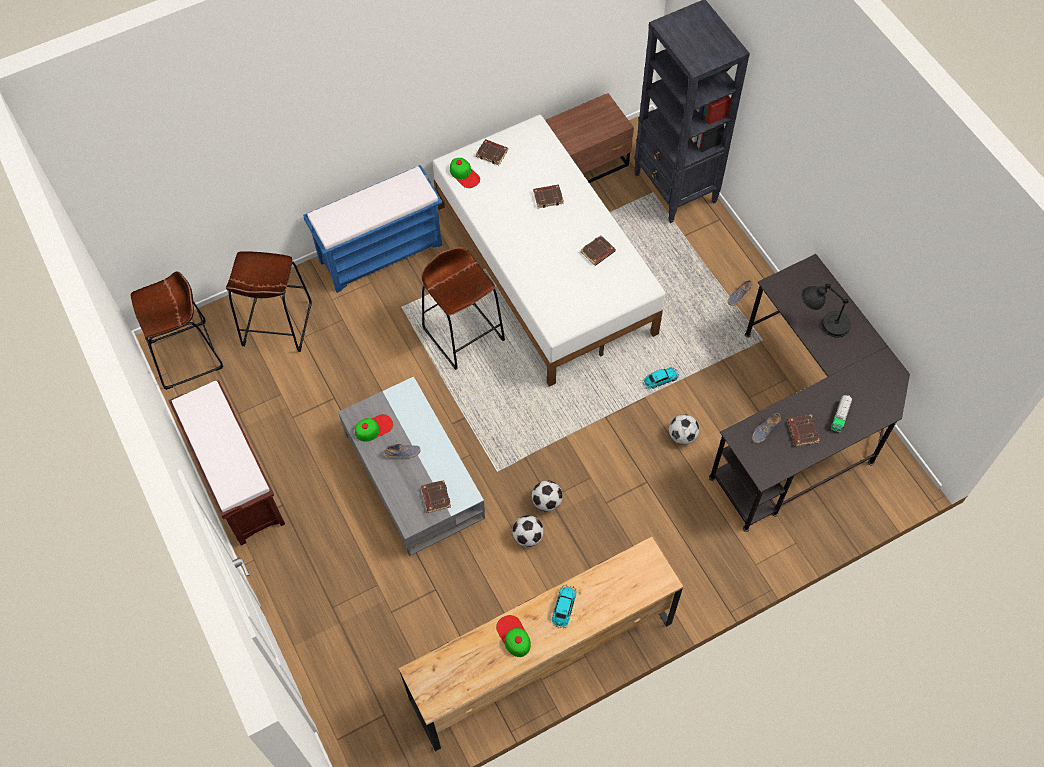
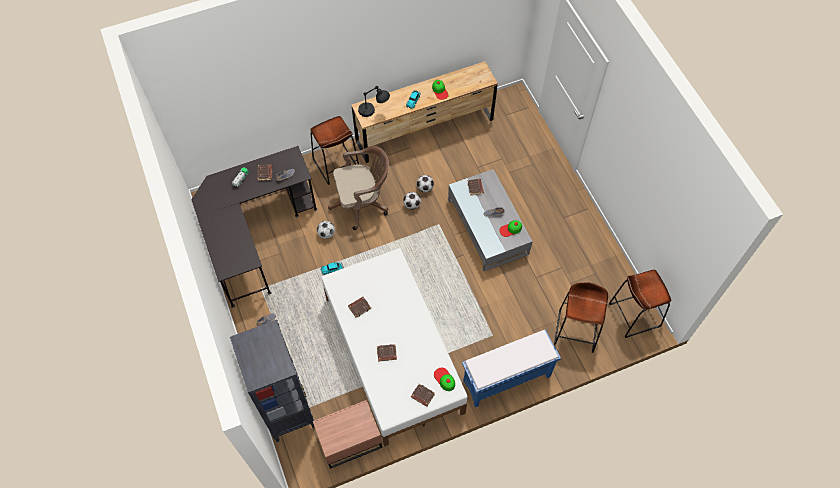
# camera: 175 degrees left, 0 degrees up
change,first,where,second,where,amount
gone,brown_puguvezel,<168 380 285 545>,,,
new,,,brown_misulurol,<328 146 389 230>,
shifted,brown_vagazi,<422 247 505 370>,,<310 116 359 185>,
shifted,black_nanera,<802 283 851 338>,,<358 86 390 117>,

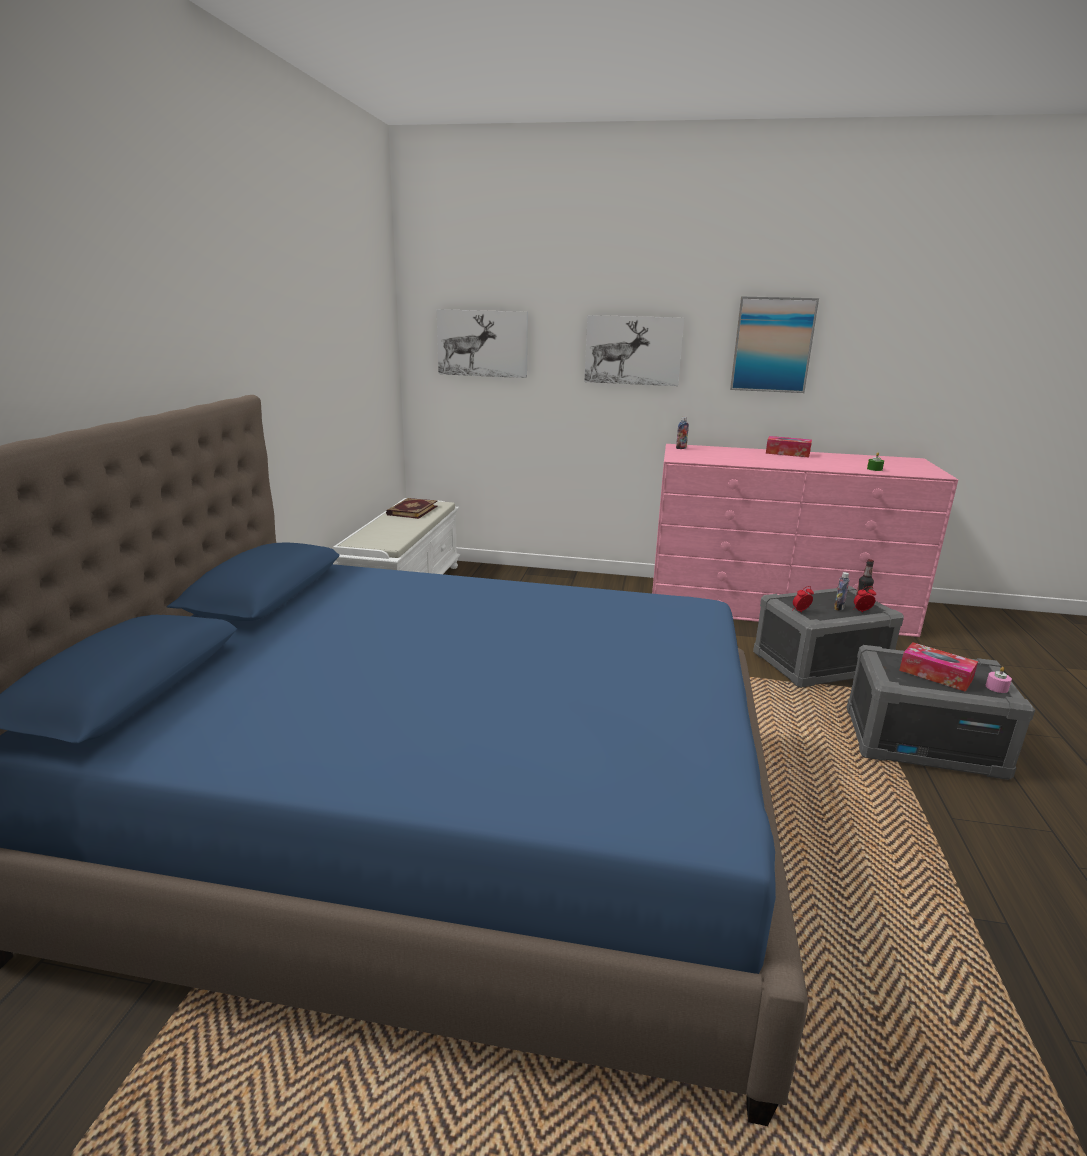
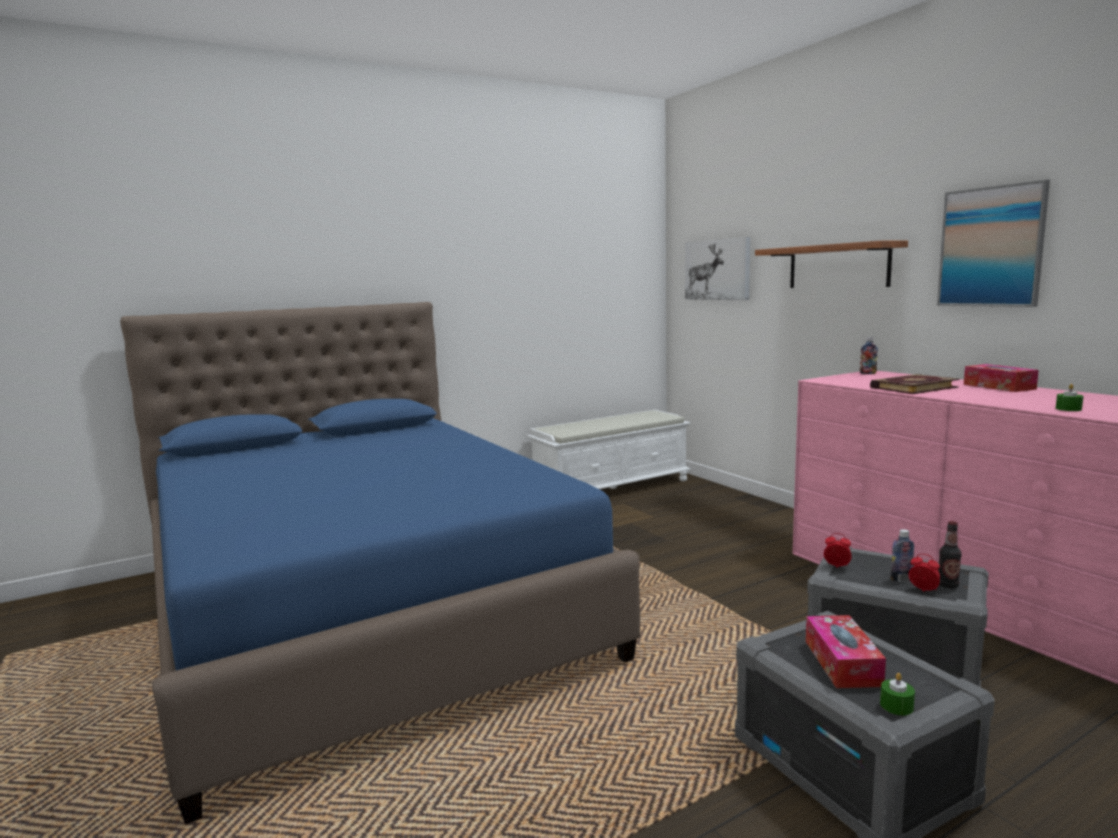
# camera: 50 degrees right, 10 degrees down
change,first,where,second,where,amount
shifted,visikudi,<386 498 438 519>,,<870 374 959 394>,
swapped,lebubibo,<584 315 684 386>,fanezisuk,<755 241 908 288>,
repainted,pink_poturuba,<985 667 1012 693>,green_poturuba,<880 673 915 715>,

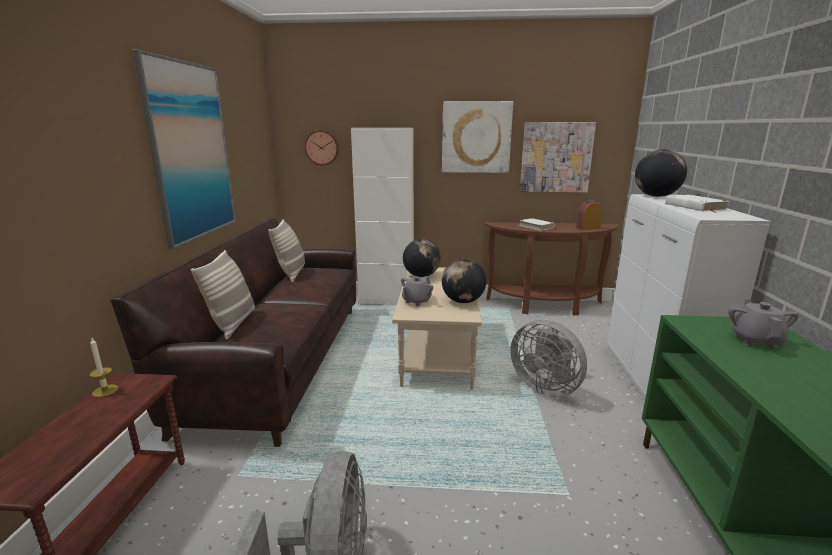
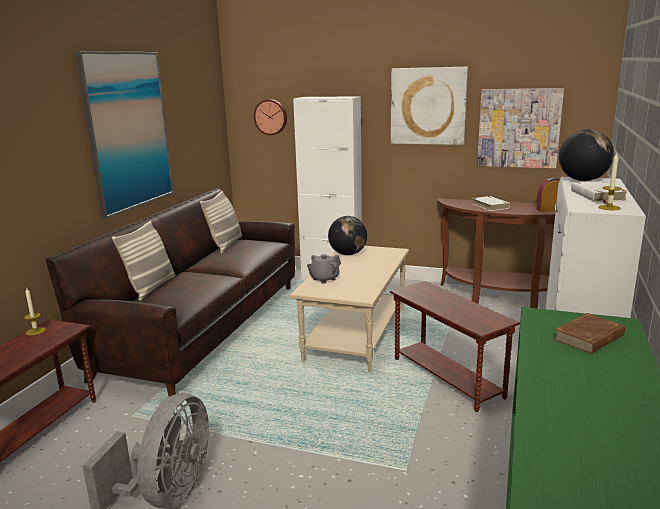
# camera: 15 degrees right, 0 degrees up
change,first,where,second,where,amount
gone,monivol,<442 259 486 303>,,,
new,,,poturuba,<598 153 622 210>,
swapped,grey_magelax,<511 320 587 397>,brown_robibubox,<389 281 520 412>,
swapped,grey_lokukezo,<728 299 799 348>,brown_visikudi,<553 313 625 354>,

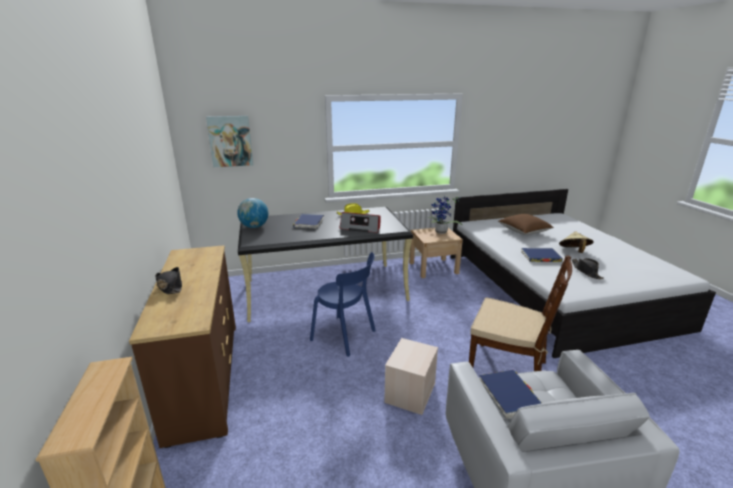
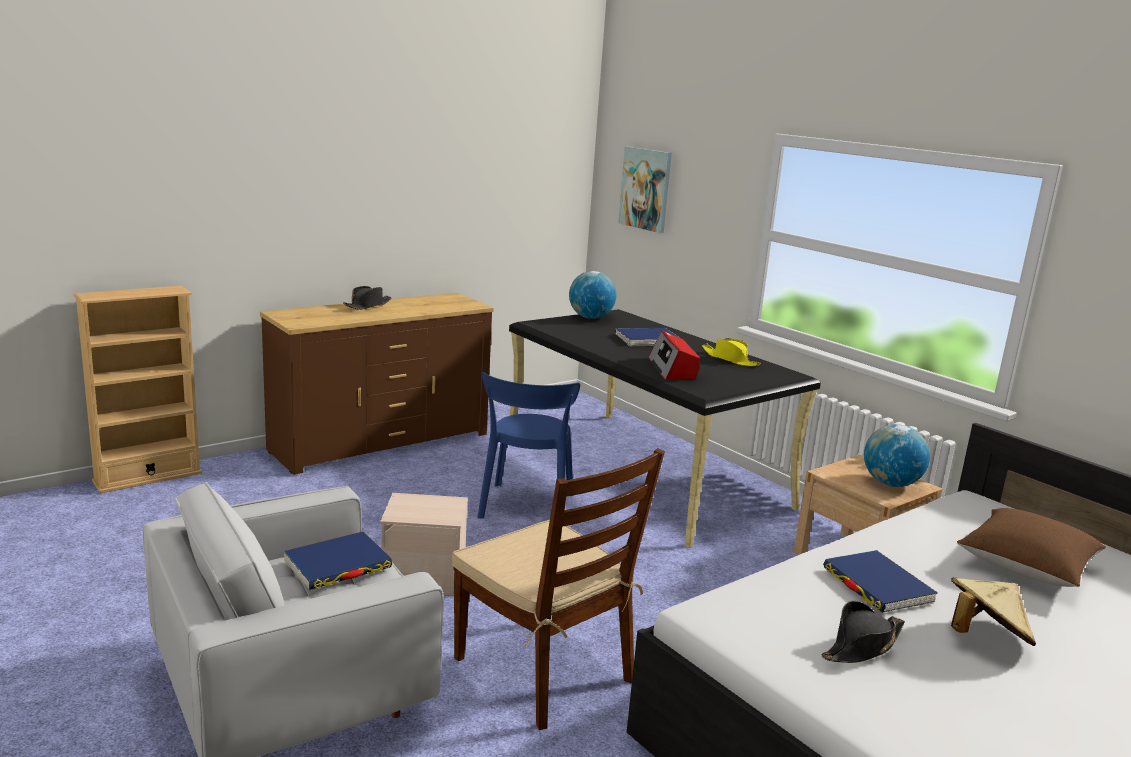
# camera: 65 degrees right, 5 degrees down
change,first,where,second,where,amount
swapped,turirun,<428 197 463 234>,monivol,<864 424 930 487>,
rotated,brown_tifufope,<469 255 572 371>,,<452 448 665 730>,45 degrees counterclockwise

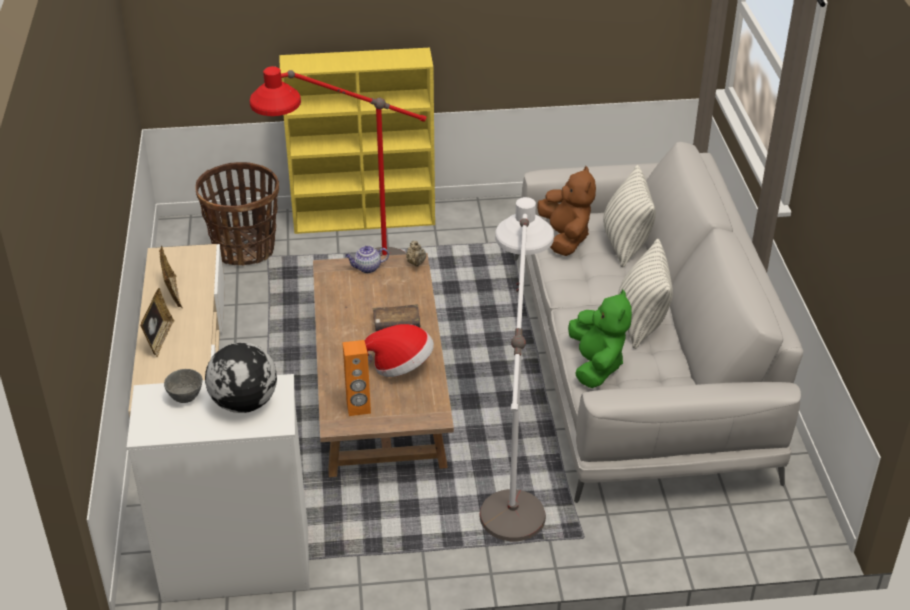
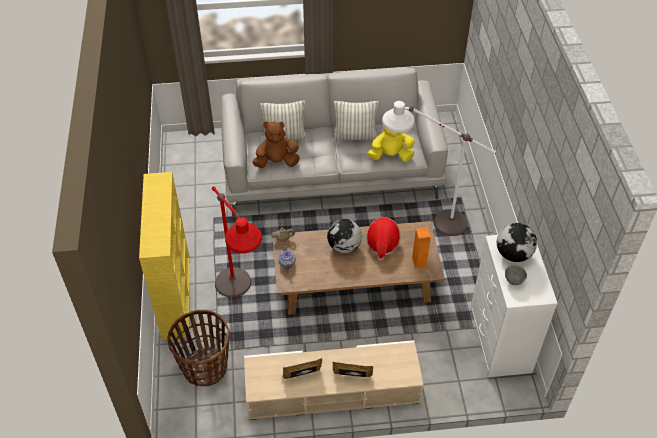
# camera: 90 degrees left, 10 degrees up
change,first,where,second,where,amount
swapped,brown_visikudi,<373 304 421 331>,monivol,<327 219 362 253>,
repainted,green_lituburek,<568 290 632 388>,yellow_lituburek,<367 117 415 162>,

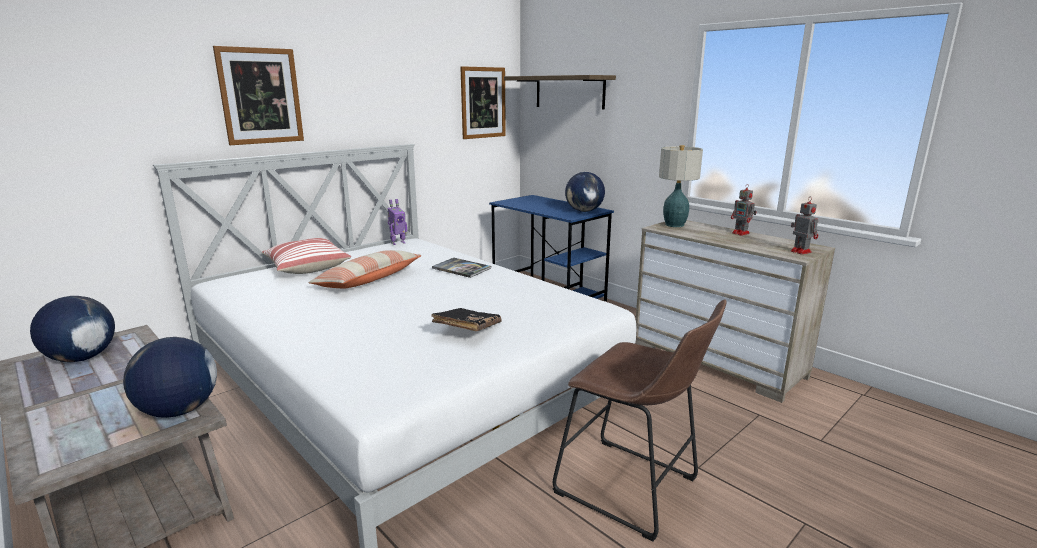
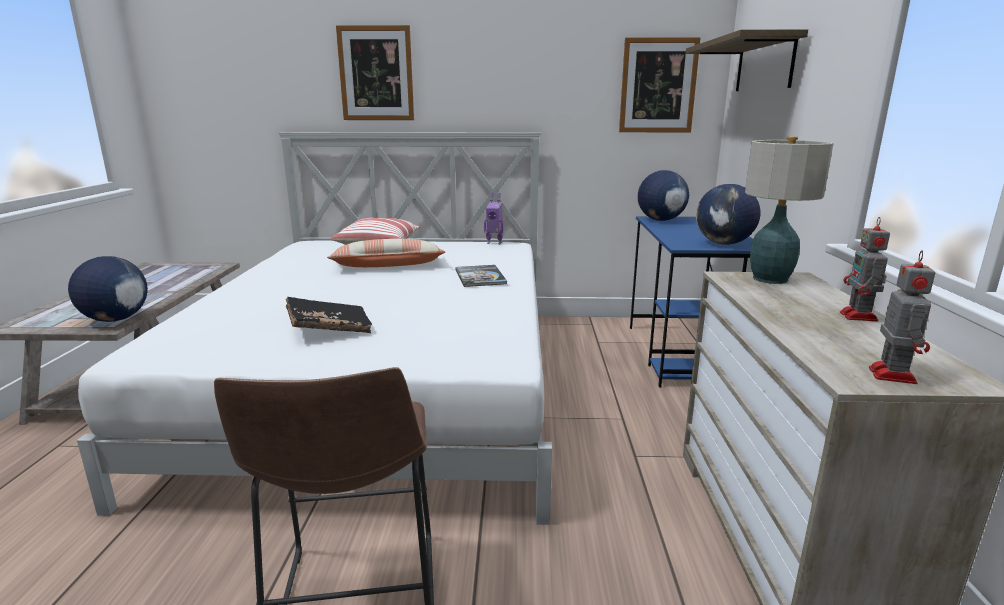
# camera: 45 degrees right, 0 degrees up
change,first,where,second,where,amount
shifted,monivol,<30 296 115 362>,,<638 170 689 221>,

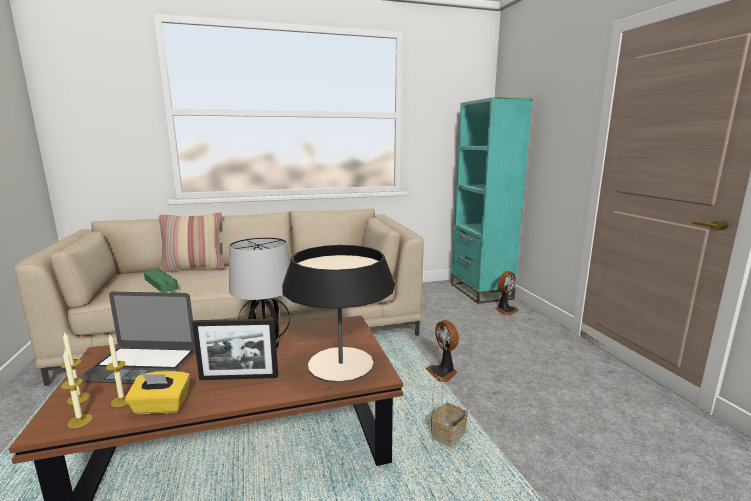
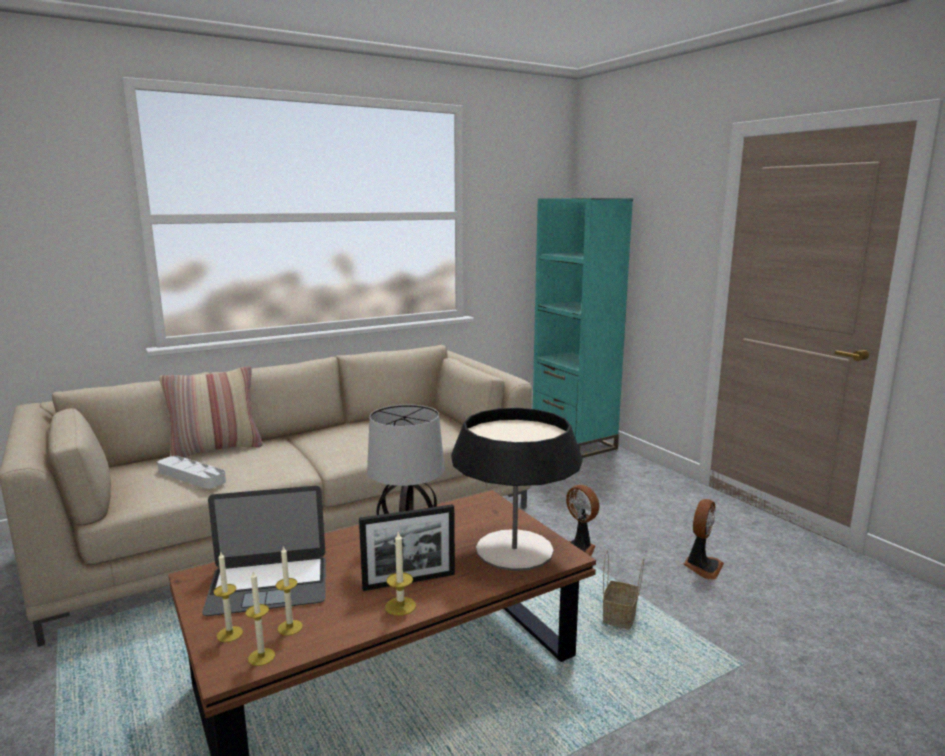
# camera: 15 degrees left, 0 degrees up
change,first,where,second,where,amount
gone,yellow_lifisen,<125 371 190 414>,,,
new,,,poturuba,<385 532 416 616>,
shifted,magelax,<495 271 519 316>,,<683 499 724 580>,
repainted,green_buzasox,<144 269 178 292>,grey_buzasox,<158 456 226 489>,

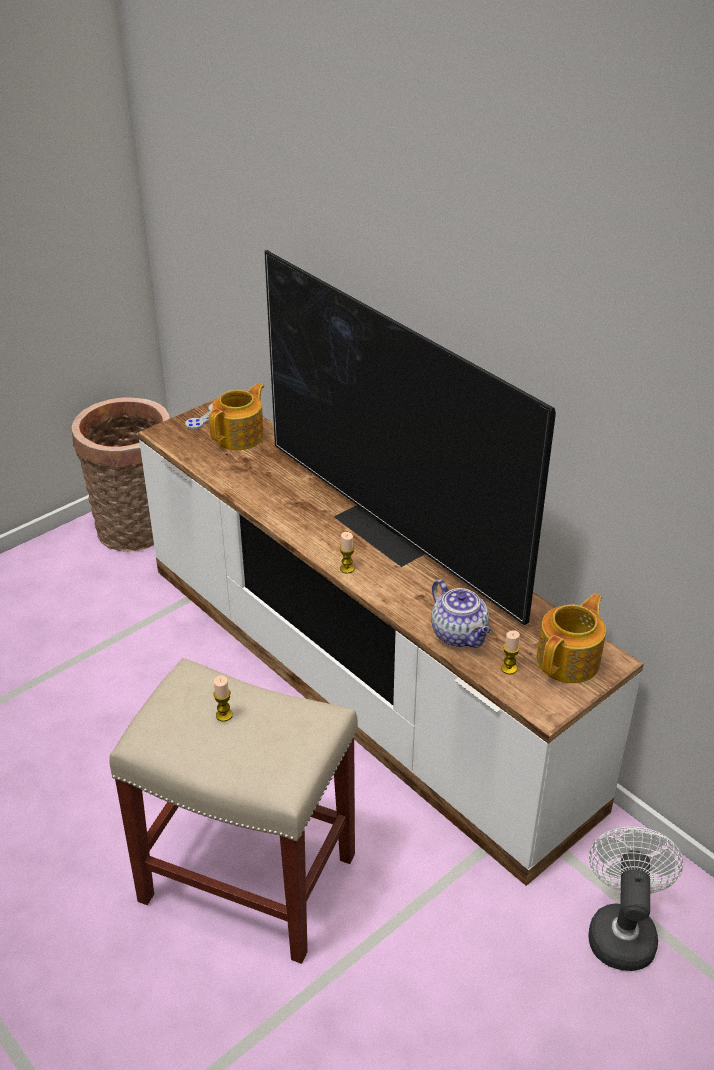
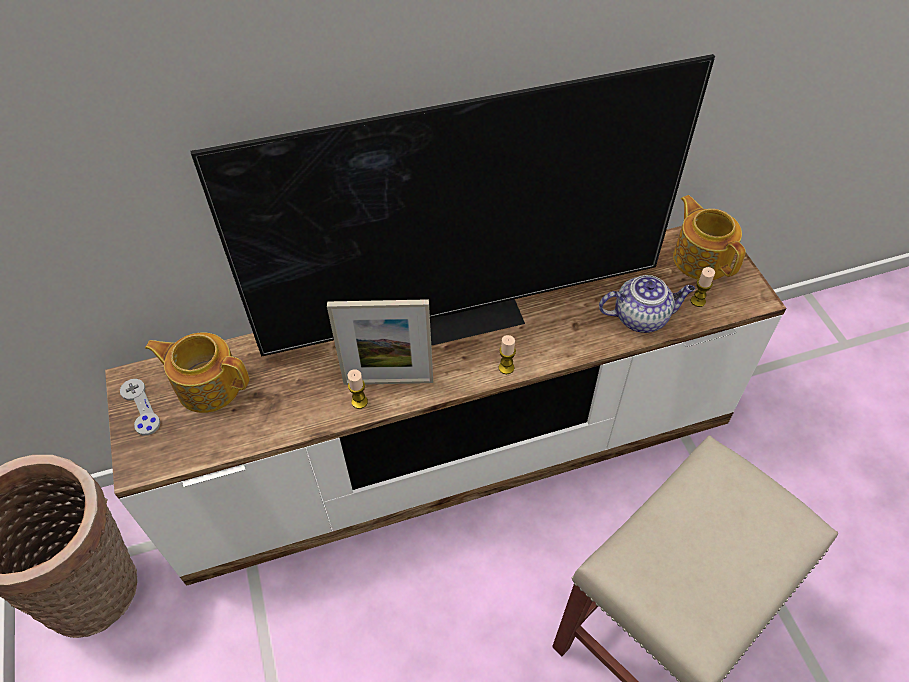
# camera: 65 degrees left, 15 degrees up
change,first,where,second,where,amount
gone,white_magelax,<588 827 683 971>,,,
new,,,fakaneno,<327 299 433 385>,
shifted,poturuba,<213 675 233 722>,,<348 369 368 409>,
rotated,lokukezo,<209 383 264 450>,,<145 332 249 413>,45 degrees counterclockwise

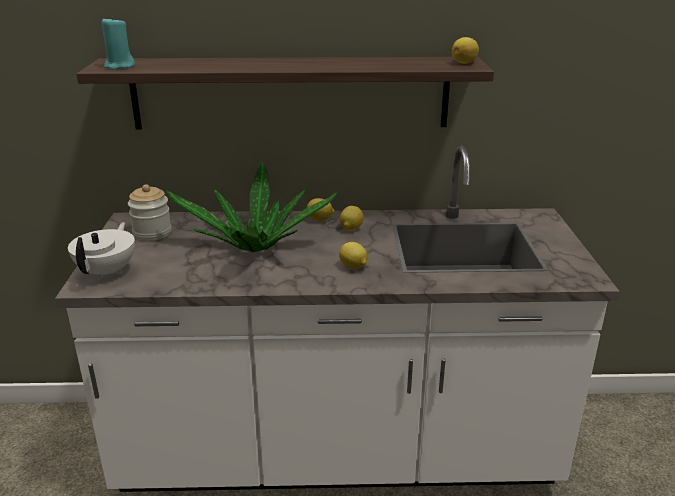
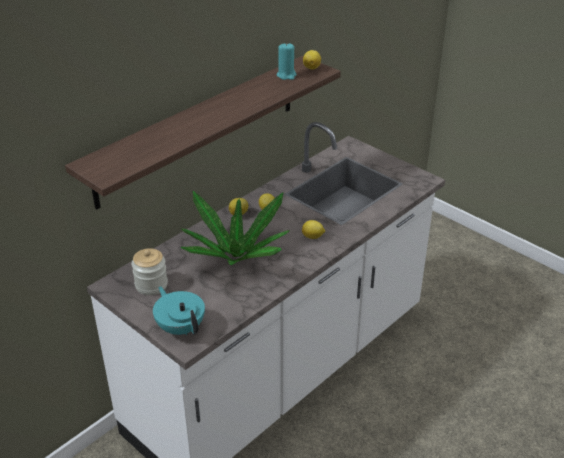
# camera: 45 degrees left, 10 degrees up
change,first,where,second,where,amount
shifted,turquoise_poturuba,<102 16 135 70>,,<277 43 297 80>,
repainted,white_lokukezo,<68 222 135 280>,turquoise_lokukezo,<153 286 205 335>,

